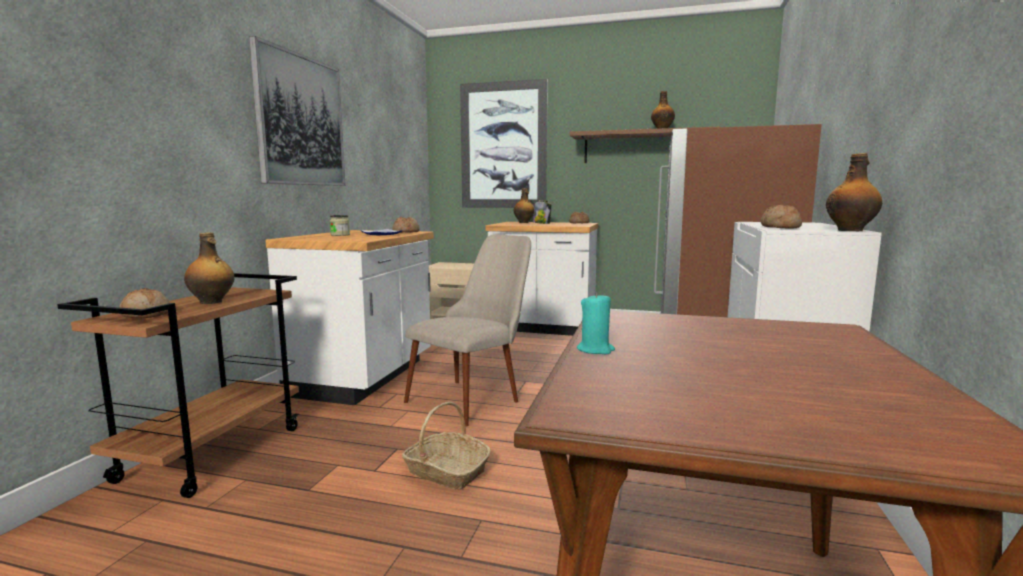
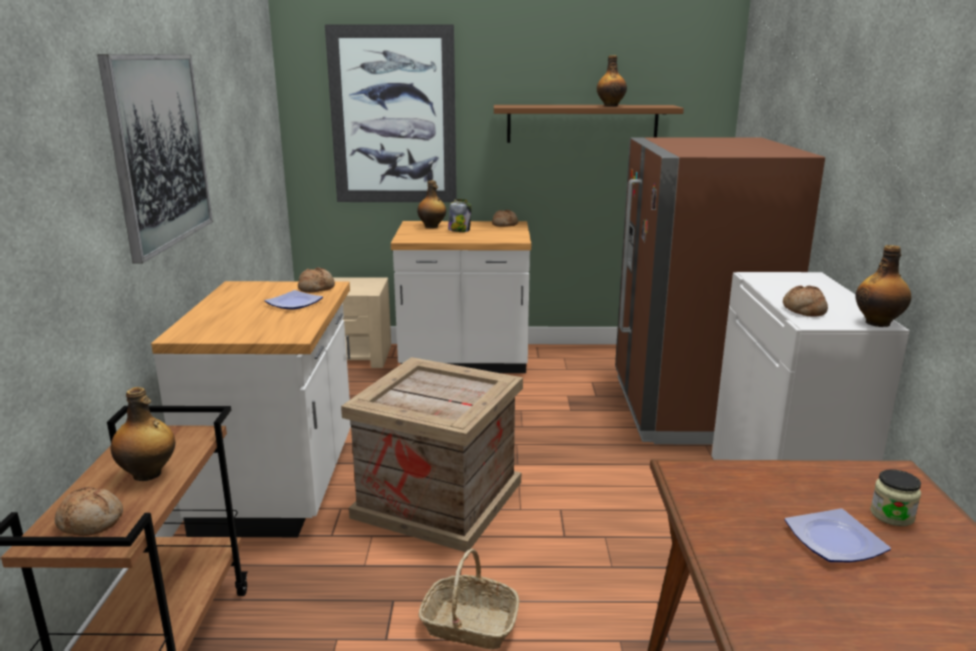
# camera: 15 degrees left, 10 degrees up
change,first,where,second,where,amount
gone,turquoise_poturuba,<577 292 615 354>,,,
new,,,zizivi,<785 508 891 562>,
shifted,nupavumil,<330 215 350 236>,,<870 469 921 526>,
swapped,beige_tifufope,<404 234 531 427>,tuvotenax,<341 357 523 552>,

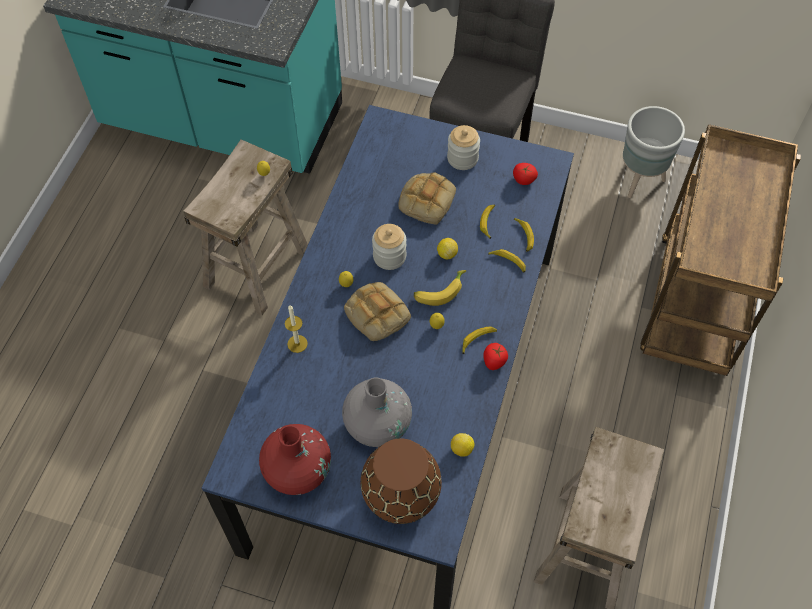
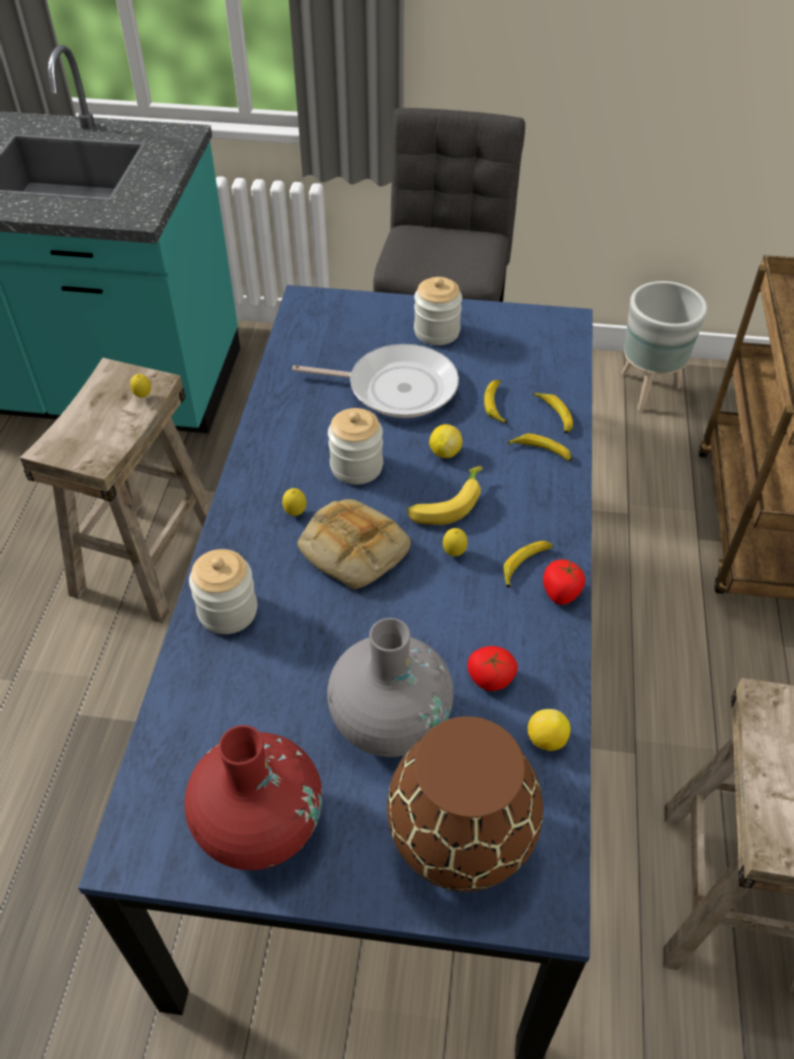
# camera: 10 degrees left, 10 degrees down
change,first,where,second,where,amount
shifted,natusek,<513 163 538 185>,,<467 646 518 691>,
swapped,poturuba,<285 305 308 353>,nupavumil,<189 549 257 634>,
swapped,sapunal,<398 172 456 225>,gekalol,<292 344 459 418>,

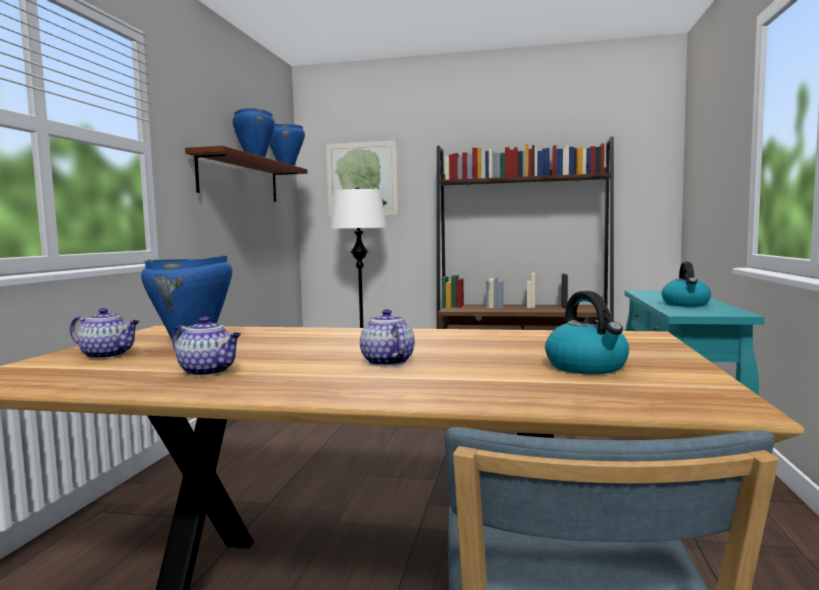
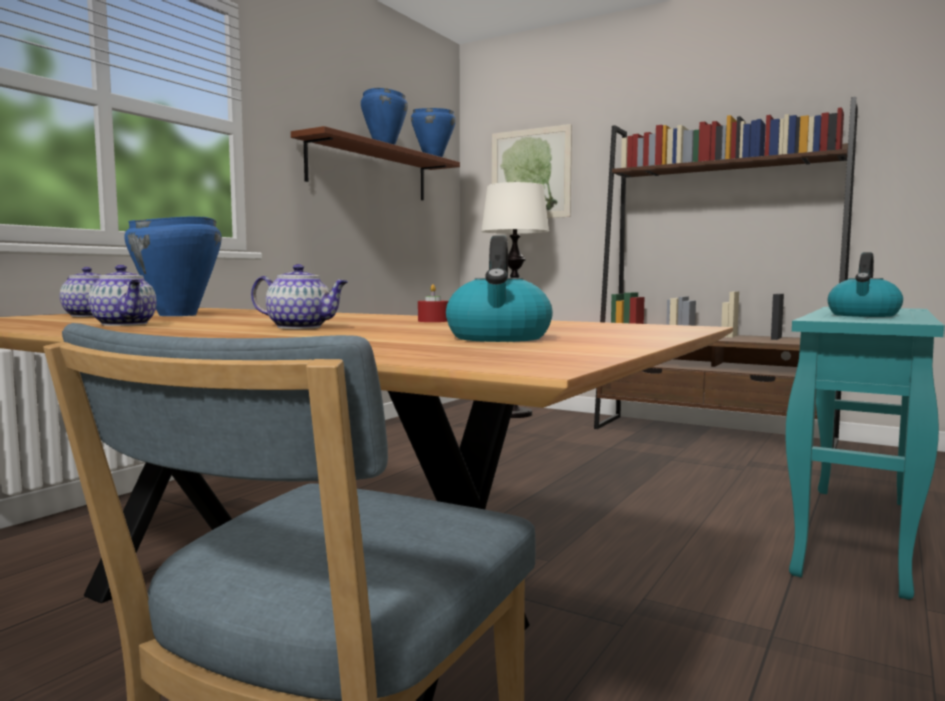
# camera: 20 degrees right, 0 degrees up
change,first,where,second,where,amount
new,,,red_poturuba,<418 284 448 322>,
rotated,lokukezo,<360 309 415 366>,,<251 264 348 329>,105 degrees clockwise

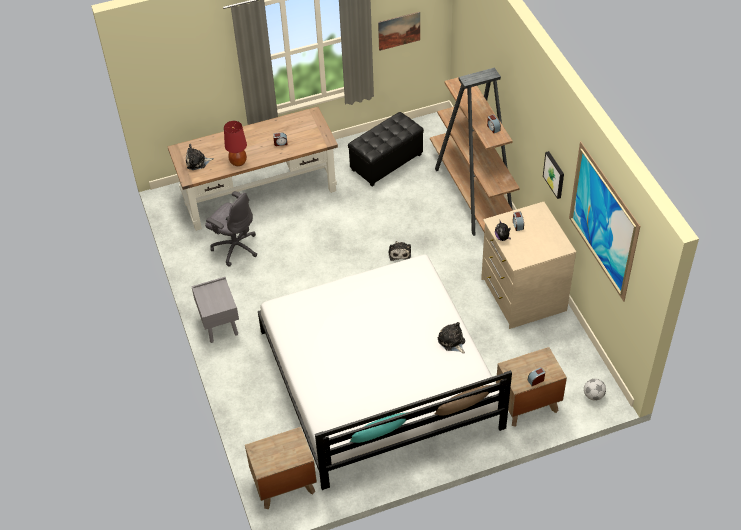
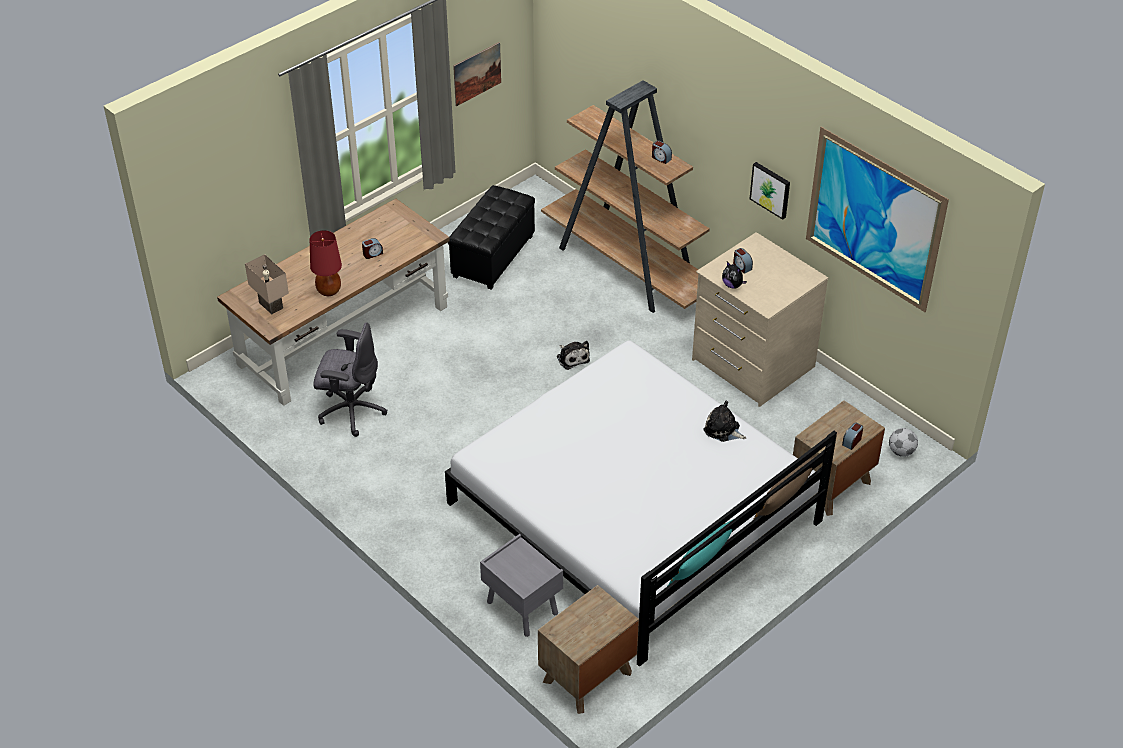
# camera: 25 degrees left, 5 degrees down
change,first,where,second,where,amount
shifted,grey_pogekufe,<191 277 239 343>,,<480 534 563 637>,
swapped,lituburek,<186 144 214 170>,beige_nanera,<245 254 289 315>,

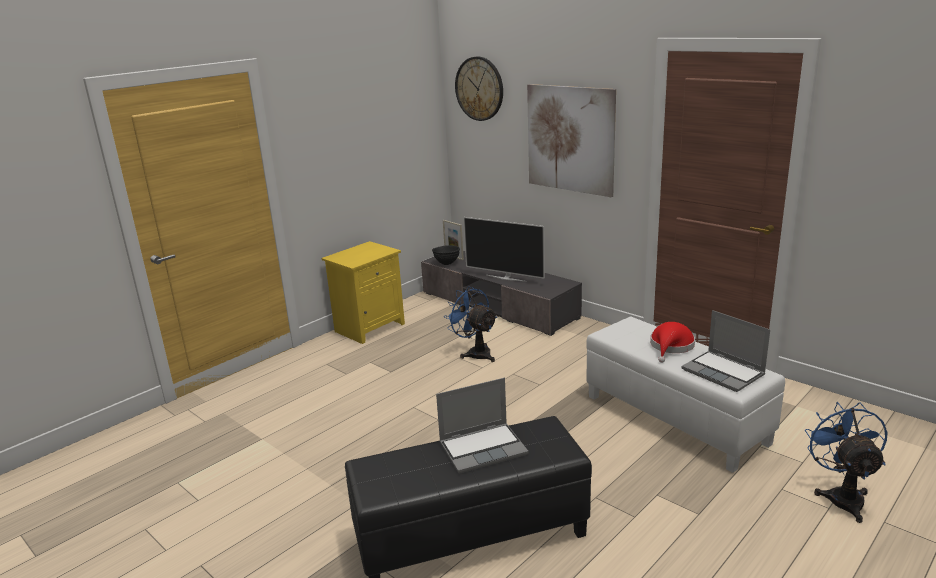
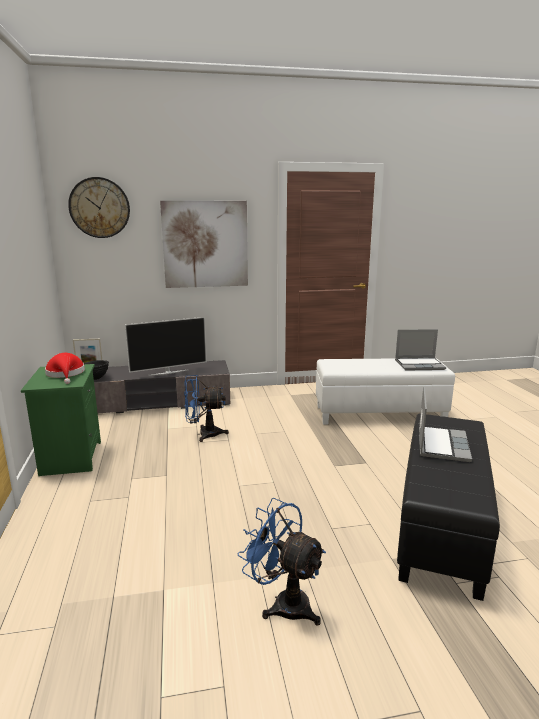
# camera: 55 degrees left, 5 degrees down
change,first,where,second,where,amount
shifted,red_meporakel,<650 322 695 363>,,<45 353 85 384>,
shifted,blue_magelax,<805 402 888 523>,,<238 498 326 626>,
repainted,yellow_pogekufe,<321 241 405 344>,green_pogekufe,<21 364 101 476>,

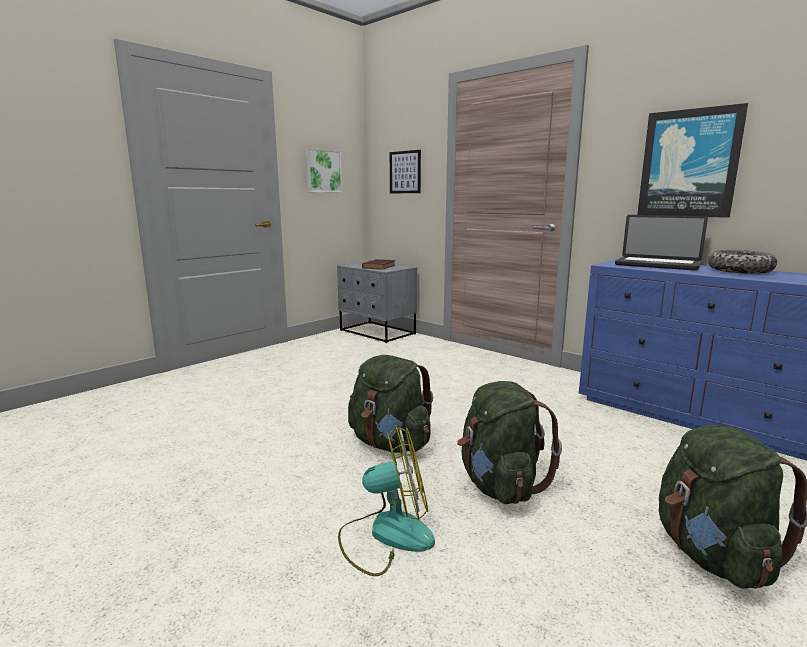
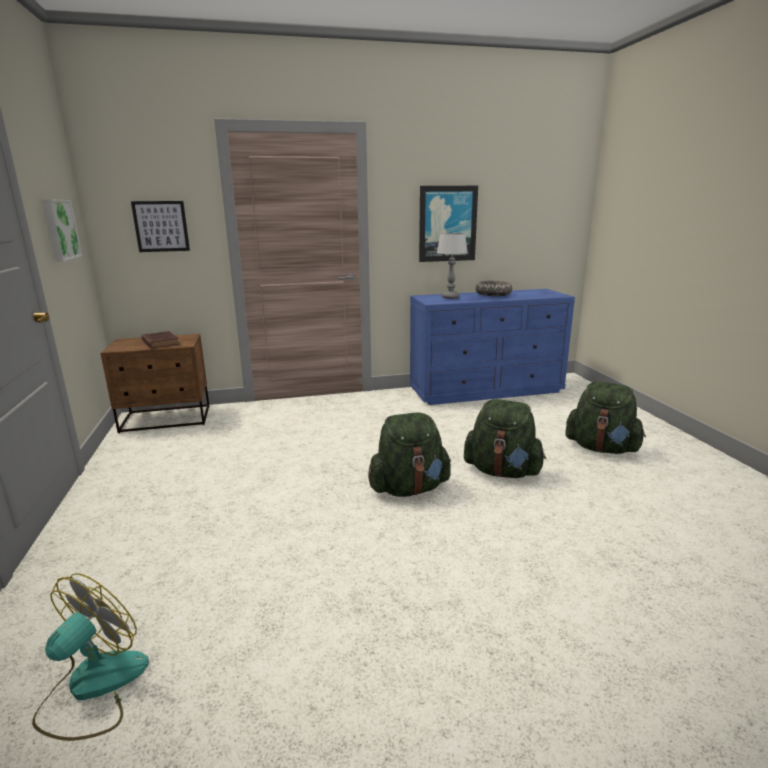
# camera: 55 degrees left, 5 degrees up
change,first,where,second,where,amount
shifted,magelax,<338 425 435 576>,,<32 573 149 741>,
swapped,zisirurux,<615 215 708 270>,nanera,<437 233 468 299>,
repainted,grey_pogekufe,<337 262 417 343>,brown_pogekufe,<100 334 209 433>,

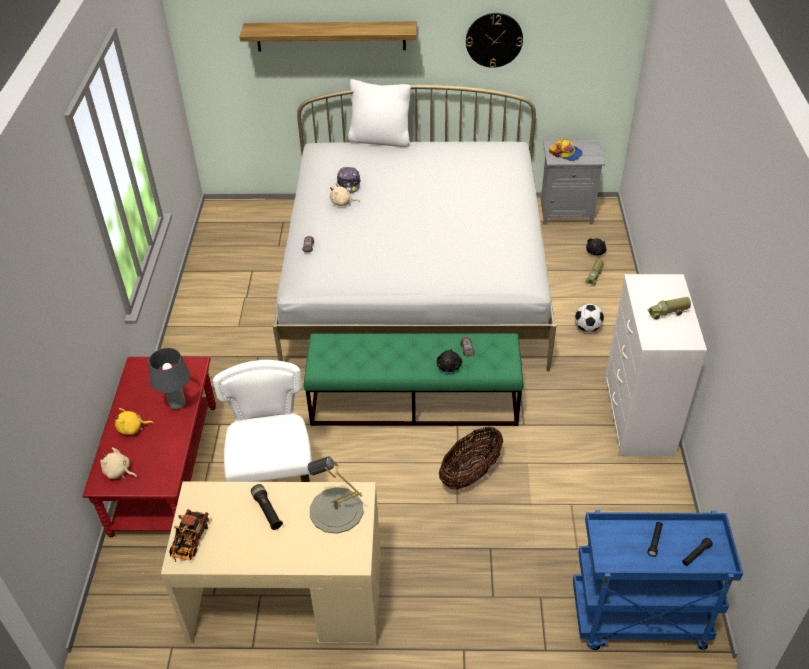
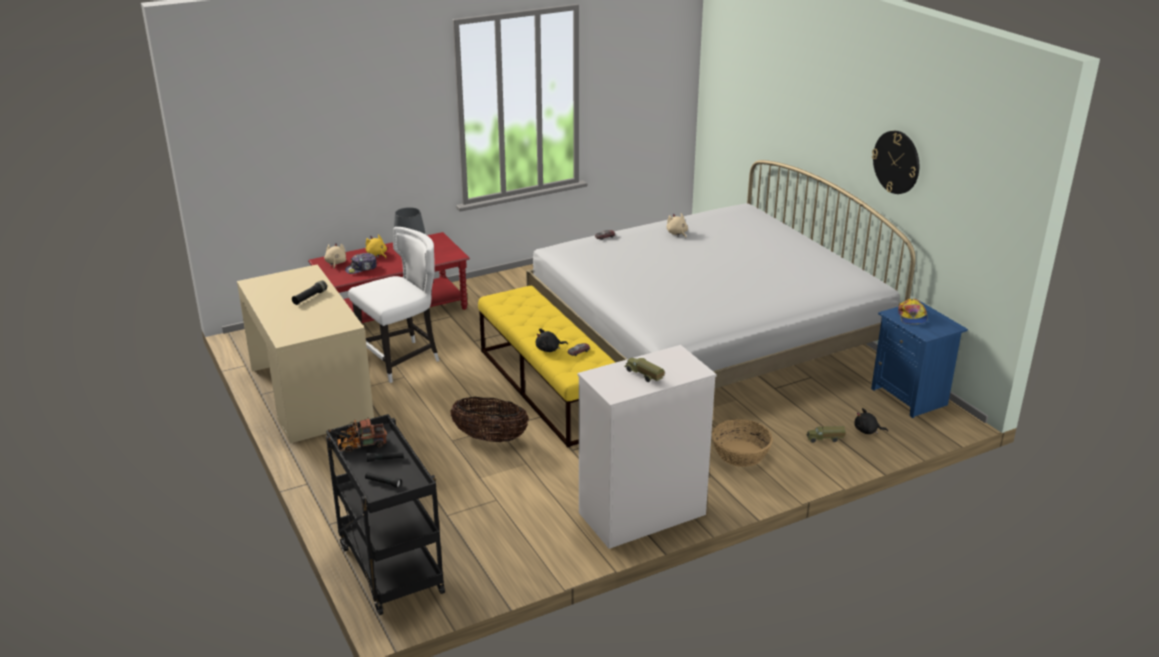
# camera: 60 degrees right, 15 degrees down
change,first,where,second,where,amount
gone,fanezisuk,<239 21 417 52>,,,
gone,grey_nanera,<308 456 364 534>,,,
gone,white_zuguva,<348 79 411 147>,,,
shifted,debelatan,<170 509 209 562>,,<328 418 387 453>,
shifted,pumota,<337 167 361 193>,,<345 253 377 274>,
swapped,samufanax,<575 304 604 332>,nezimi,<712 419 773 467>,
repainted,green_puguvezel,<303 333 524 426>,yellow_puguvezel,<478 286 616 448>,
repainted,grey_pogekufe,<541 139 605 224>,blue_pogekufe,<871 301 968 418>,
repainted,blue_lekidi,<573 510 743 650>,black_lekidi,<326 414 445 615>,

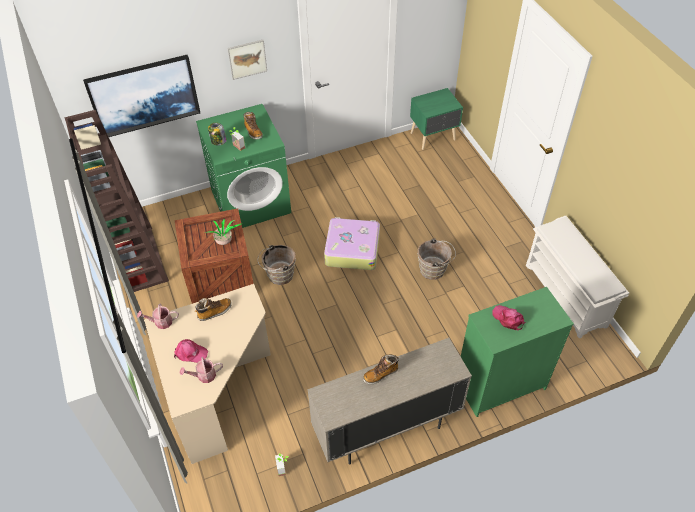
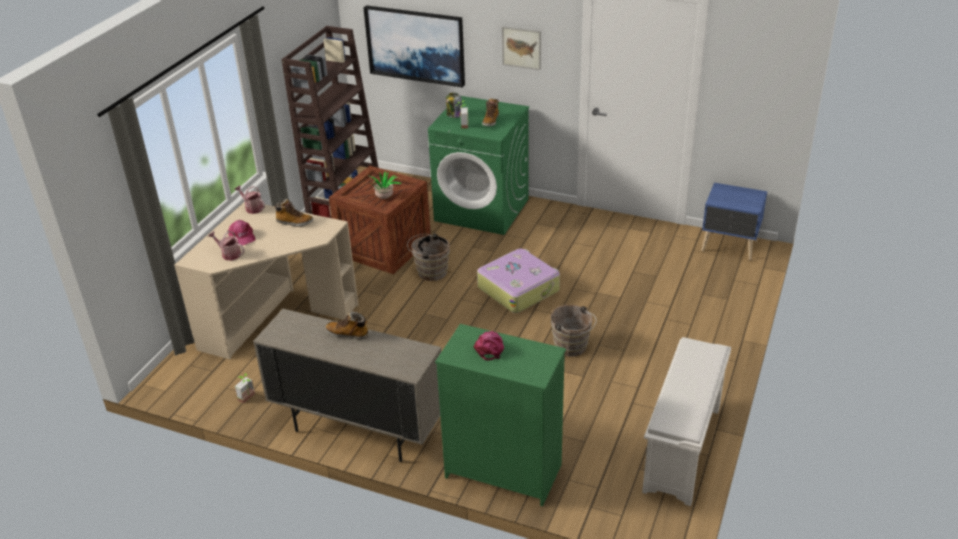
# camera: 45 degrees right, 15 degrees down
change,first,where,second,where,amount
repainted,green_pogekufe,<410 88 463 150>,blue_pogekufe,<701 183 767 260>,

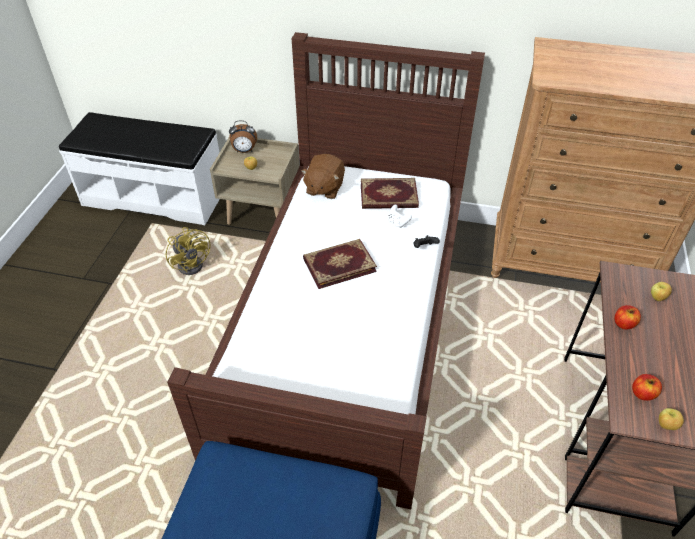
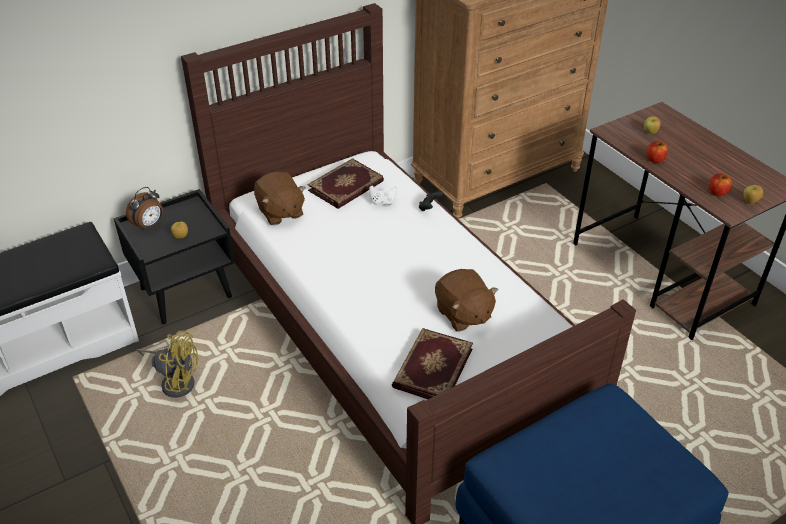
# camera: 45 degrees left, 5 degrees down
change,first,where,second,where,amount
new,,,brown_lituburek,<435 269 498 331>,
shifted,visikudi,<303 239 377 289>,,<392 328 473 399>,
repainted,beige_pogekufe,<210 136 300 225>,black_pogekufe,<114 189 235 325>,

